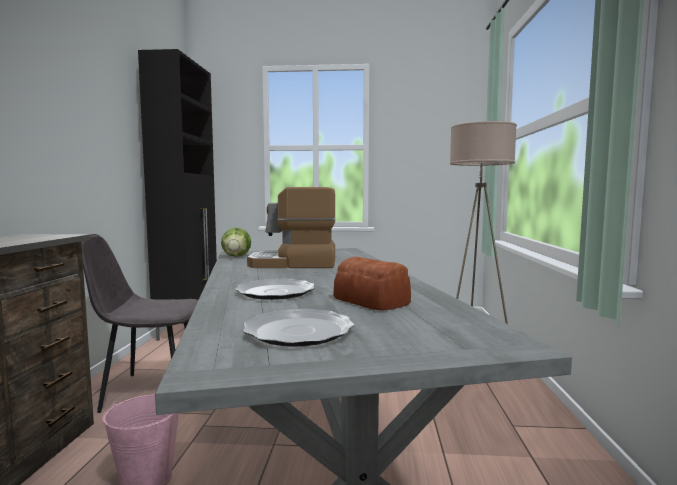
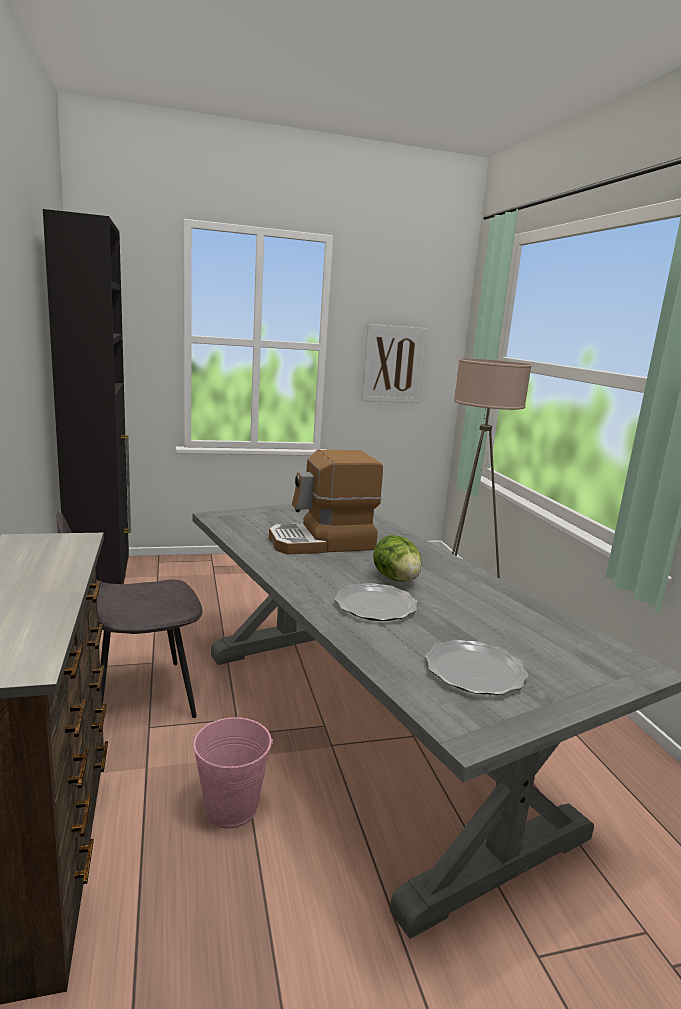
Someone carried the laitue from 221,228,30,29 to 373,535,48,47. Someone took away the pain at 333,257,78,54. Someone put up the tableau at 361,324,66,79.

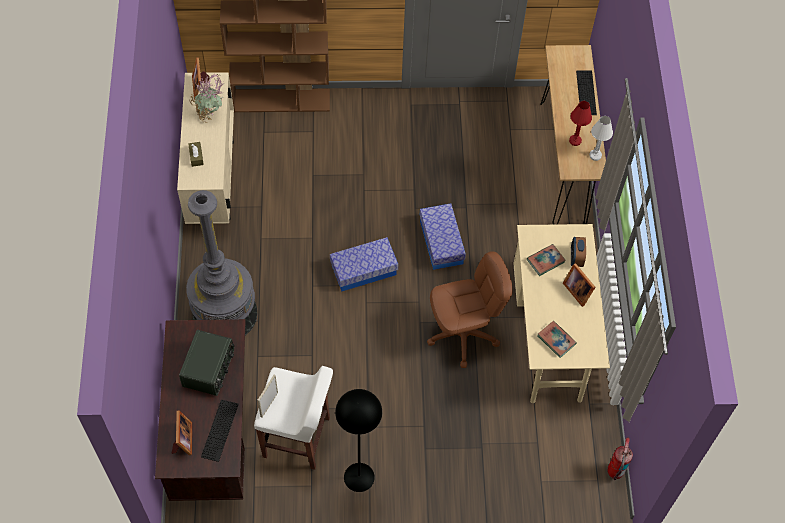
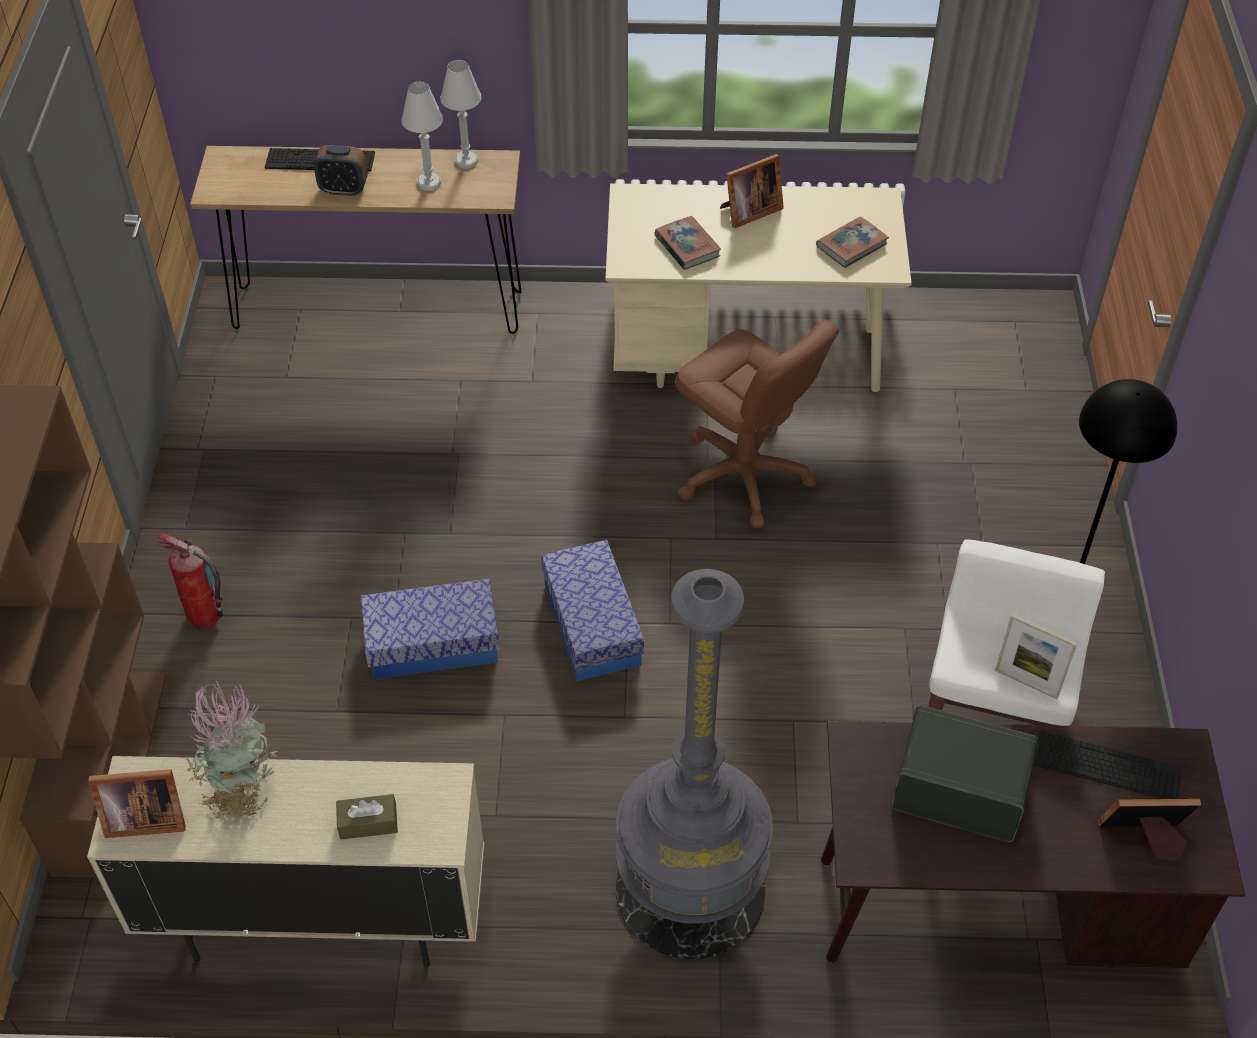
Someone carried the boîte de rangement from 420,203,46,67 to 360,579,140,100. Someone rotated the chaise de bureau (marron) at 427,251,86,117 by 150 degrees clockwise. Someone repainted the lampe de table (rouge) at 569,101,23,45, which became the lampe de table (blanc) at 401,82,42,109. Someone carried the réveil from 571,237,15,30 to 314,145,54,51. Someone carried the extincteur from 607,437,26,43 to 155,533,68,96.

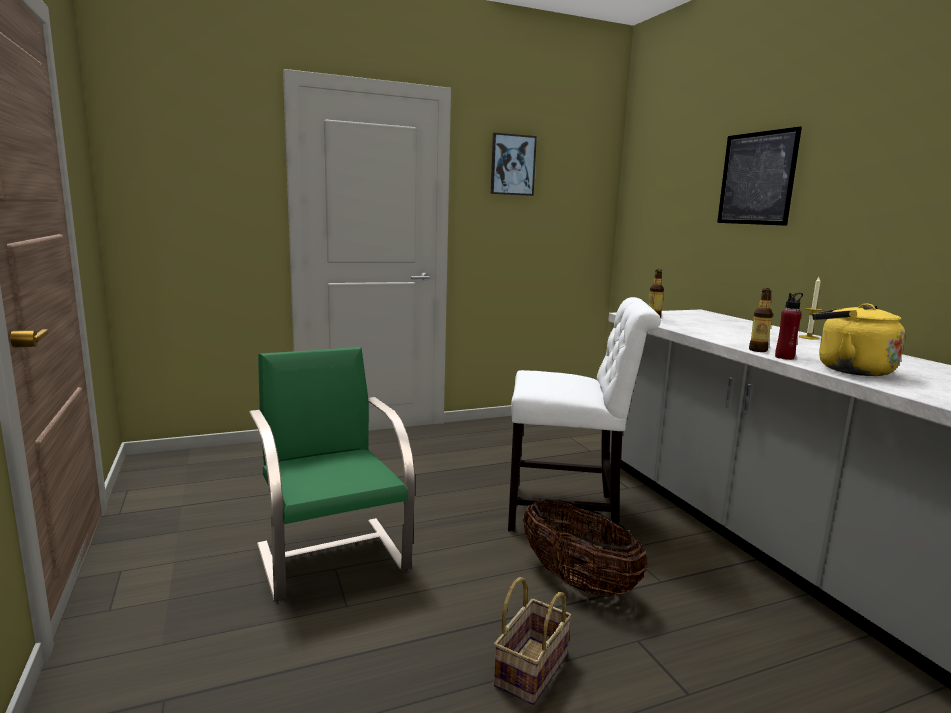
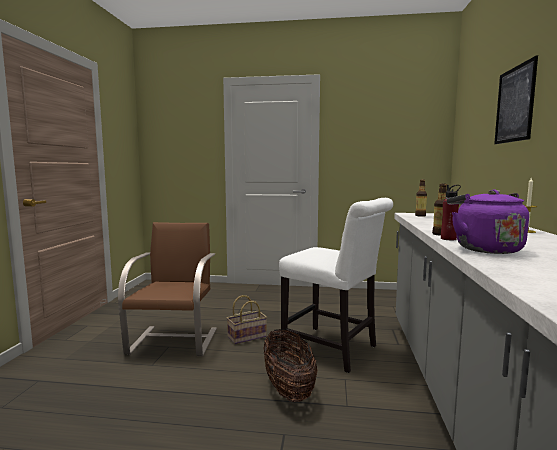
Someone repainted the chaise (vert) at 249,347,166,256, which became the chaise (marron) at 118,222,99,134. Someone took away the tableau at 491,133,46,63. Someone carried the panier from 494,577,78,128 to 227,295,40,49. Someone repainted the bouilloire (jaune) at 813,304,92,72, which became the bouilloire (violet) at 447,189,82,65.

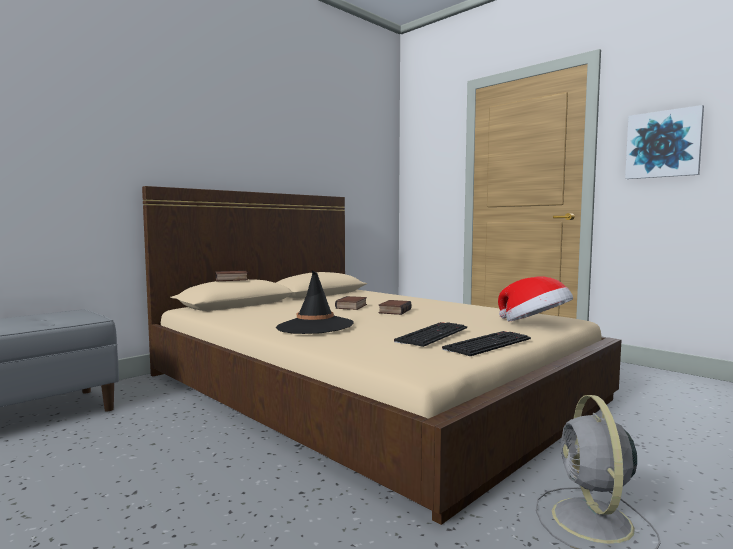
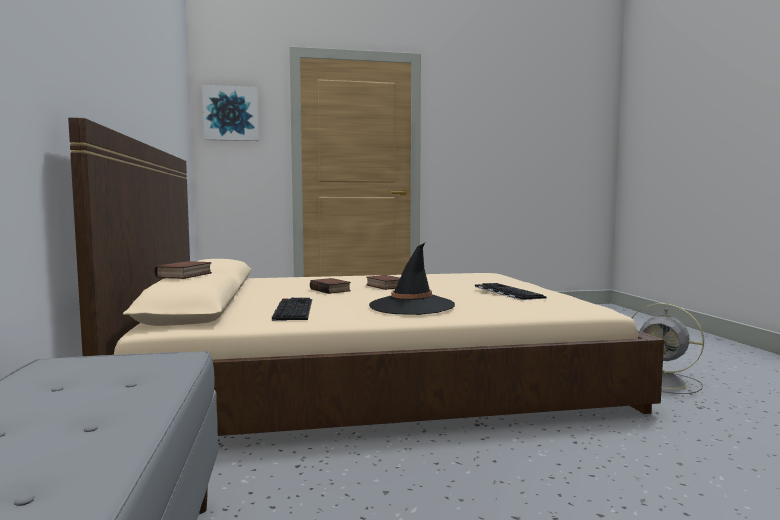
Someone carried the clavier from 442,331,89,25 to 272,298,40,23. Someone took away the chapeau at 498,277,75,45. Someone carried the tableau from 625,105,79,74 to 202,85,57,56.

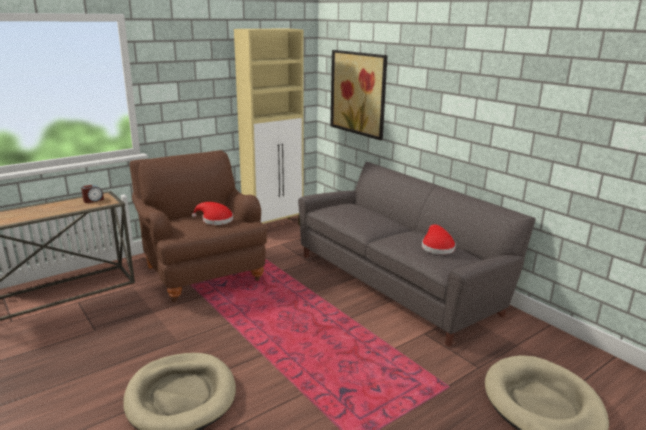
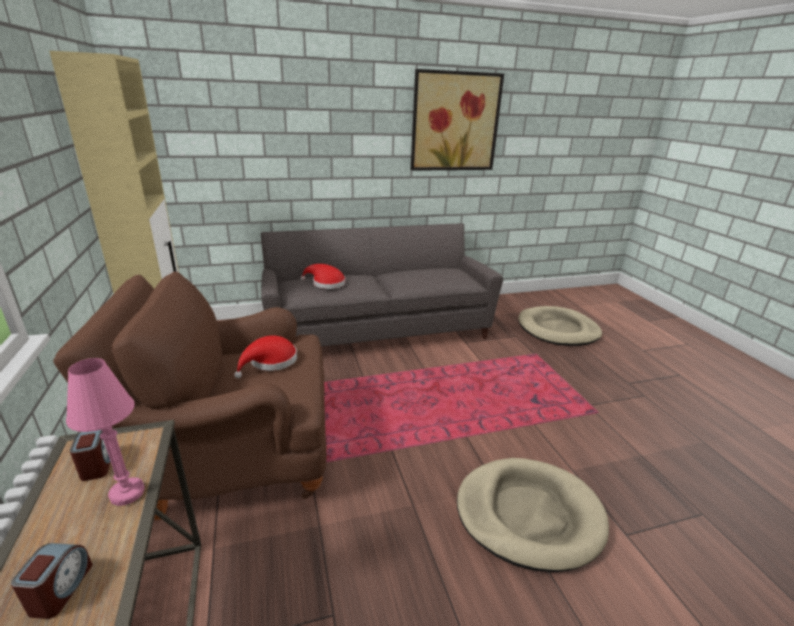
Someone carried the tableau from 330,50,58,90 to 411,69,93,102. Someone carried the chapeau (rouge) from 422,224,34,30 to 300,264,45,25. Someone put down the réveil at 11,543,82,76. Someone put down the lampe de table (rose) at 66,358,79,148.

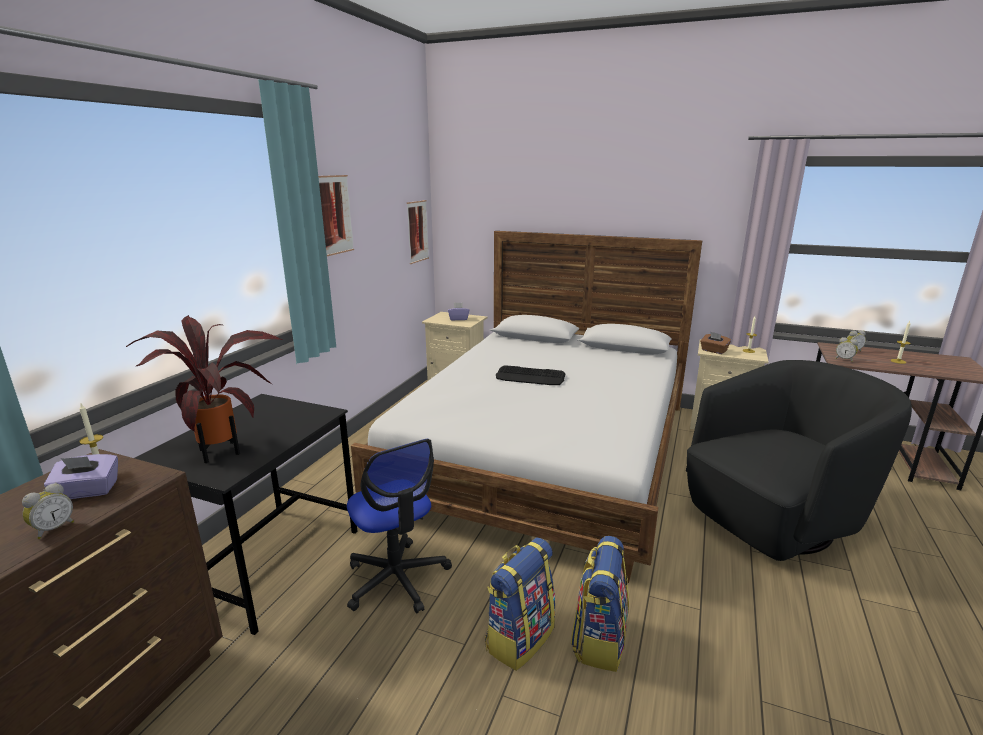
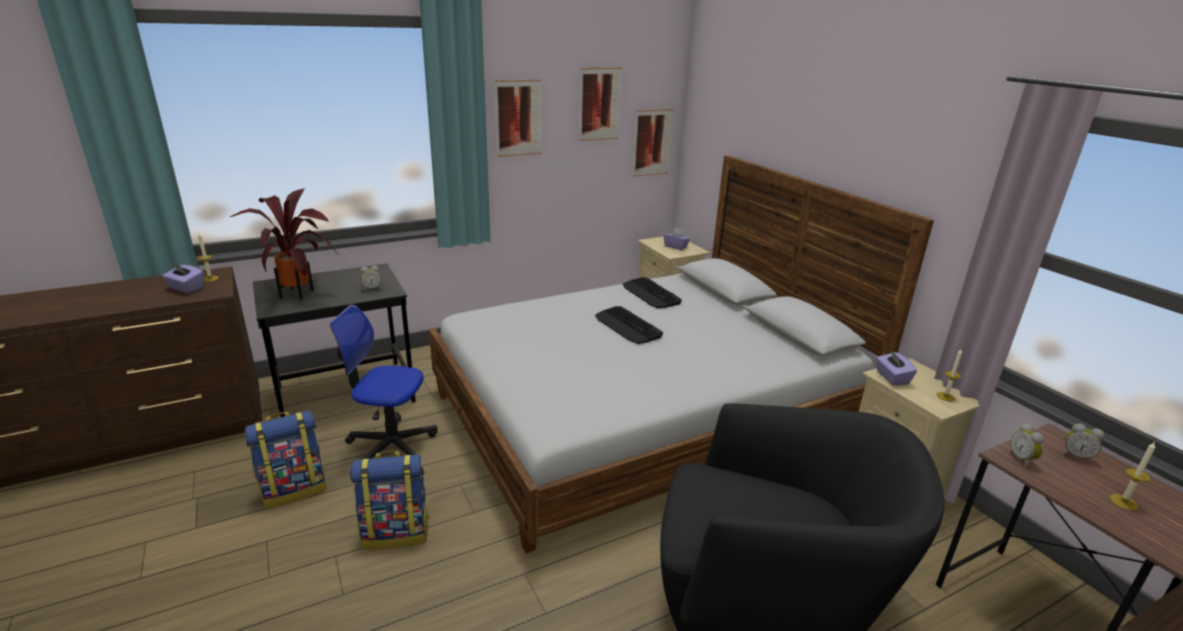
Someone carried the réveil from 22,483,52,56 to 360,266,21,25. Someone rotated the chaise de bureau at 347,439,105,174 by 90 degrees clockwise. Someone carried the sac à dos from 571,536,58,136 to 245,410,81,99. Someone repainted the boîte à mouchoirs (marron) at 700,332,31,22, which became the boîte à mouchoirs (violet) at 876,351,41,34. Someone put up the tableau at 579,67,43,74. Someone put down the clavier at 623,277,59,31.

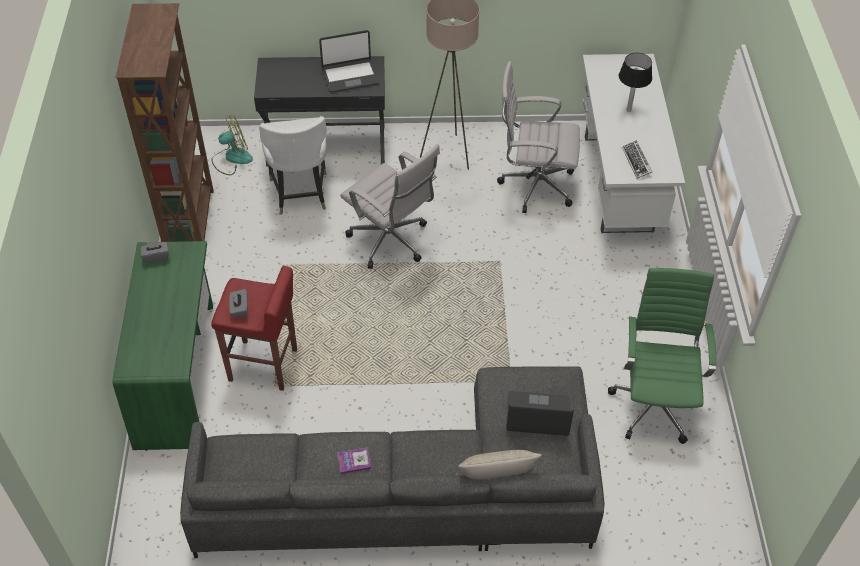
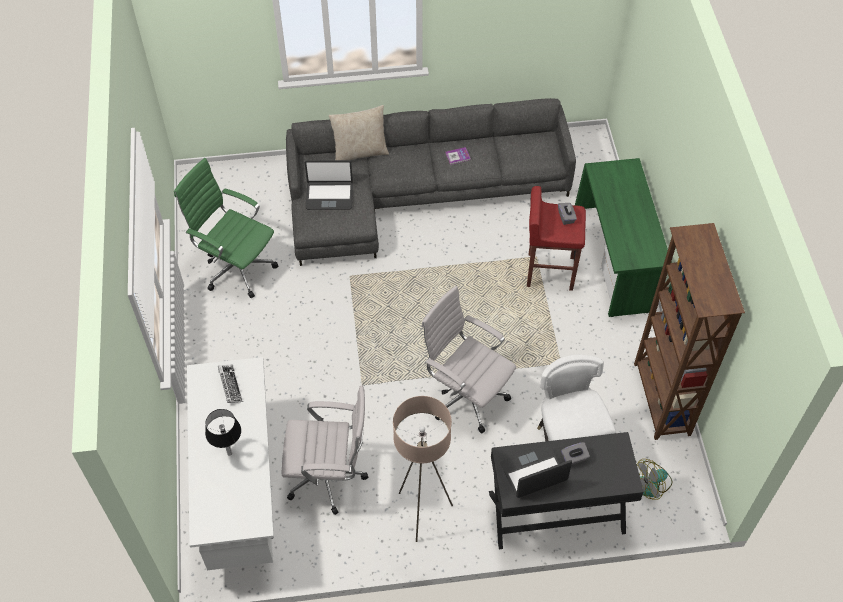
Someone carried the boîte à mouchoirs (gris) from 141,241,28,23 to 561,442,29,23. Someone rotated the chaise de bureau (vert) at 608,268,109,176 by 120 degrees clockwise.

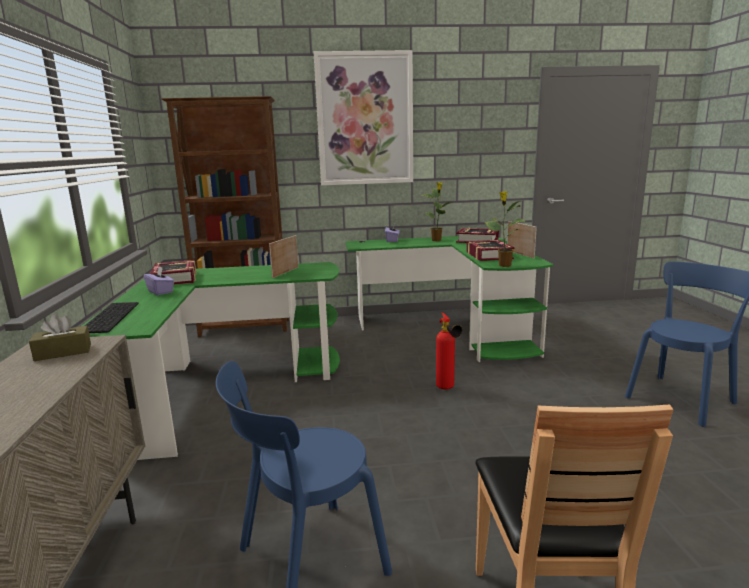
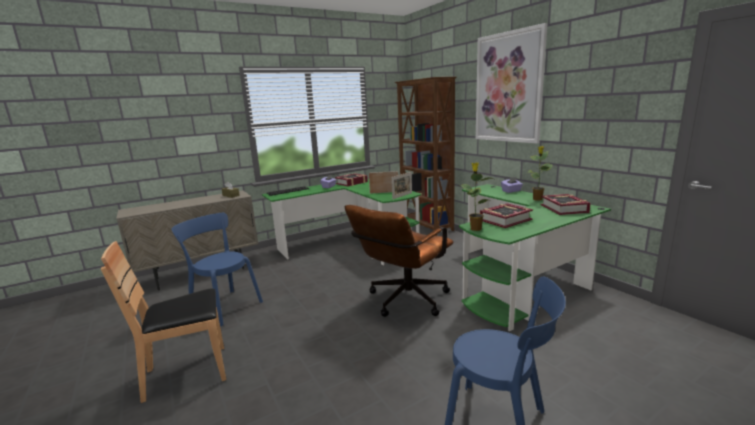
Someone swapped the extincteur at 436,313,26,77 for the chaise de bureau (marron) at 345,205,108,112. Someone carried the cadre photo from 507,221,30,38 to 392,172,20,27.

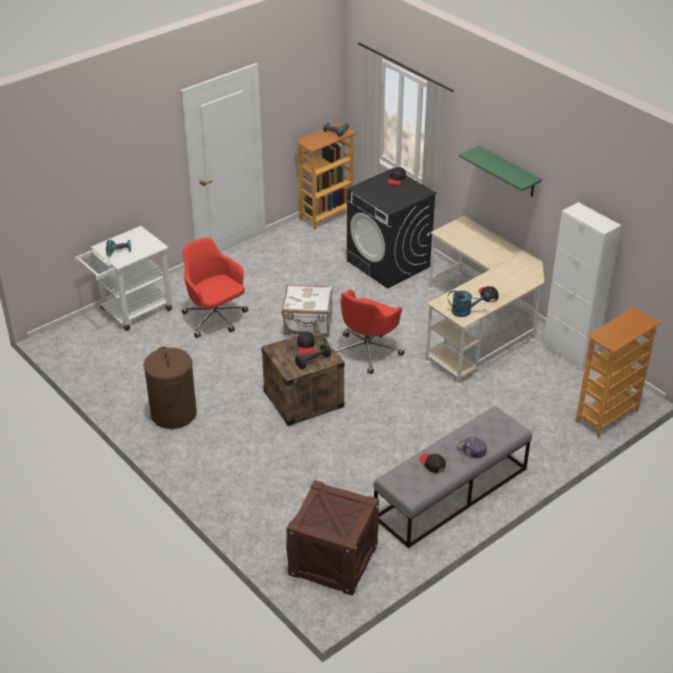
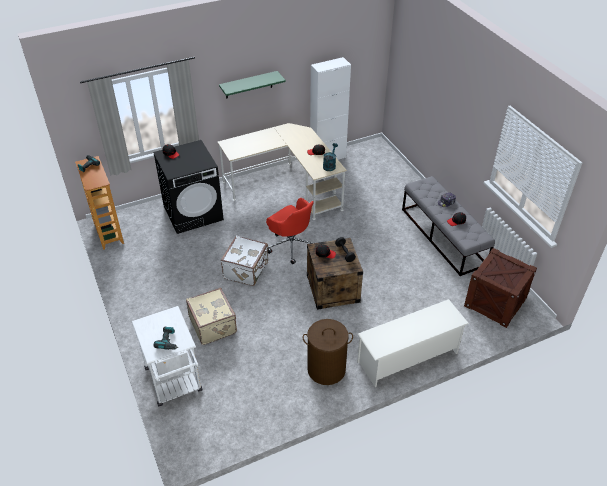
Someone swapped the chaise de bureau (rouge) at 182,238,66,100 for the valise (beige) at 186,288,51,57. Someone took away the bibliothèque at 576,307,85,131. Someone put down the étagère à chaussures (blanc) at 357,299,112,88.

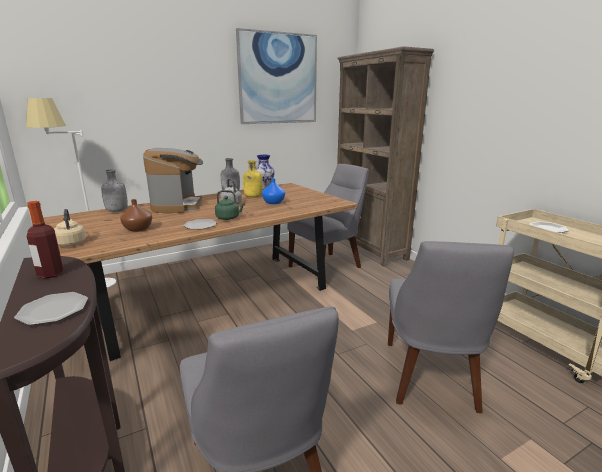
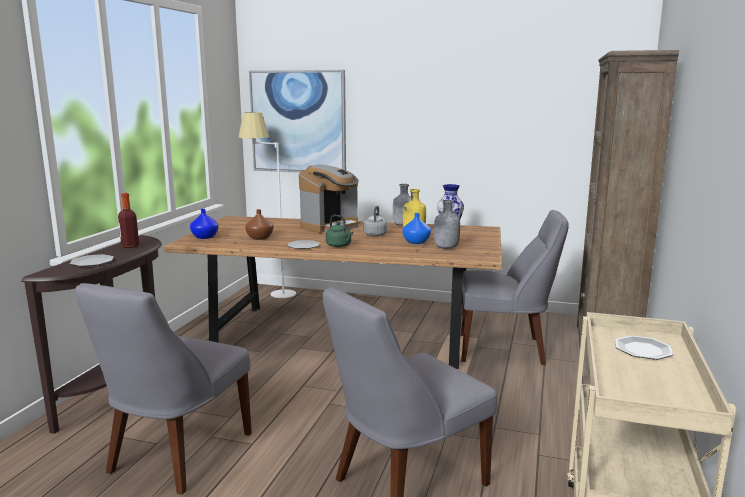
Someone swapped the bouilloire (beige) at 54,209,32,37 for the vase (bleu) at 190,209,29,30. Someone carried the bouteille (gris) from 101,169,27,43 to 434,200,26,49. Someone carried the tableau from 236,28,81,96 to 249,70,97,103.

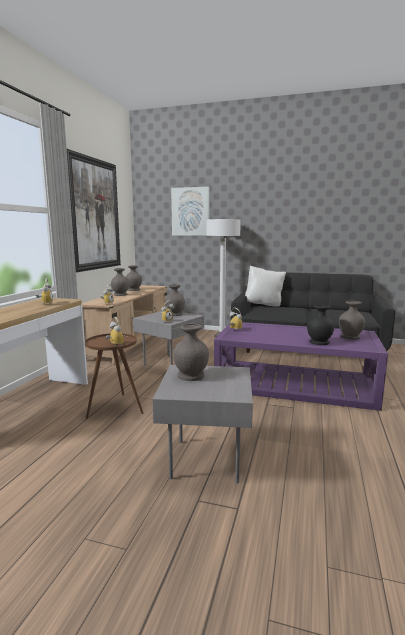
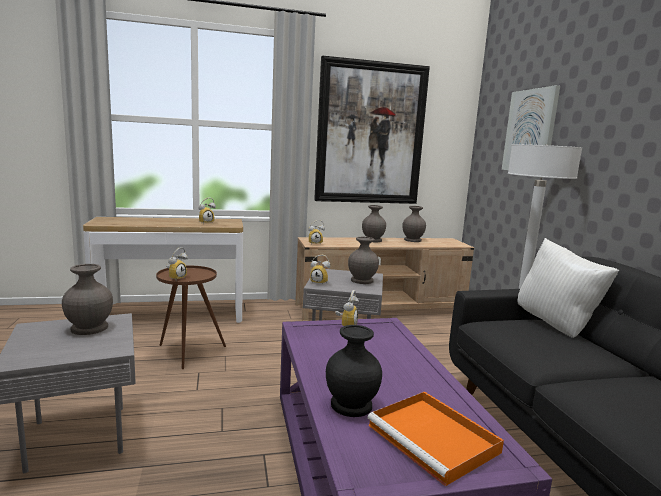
Someone swapped the vase (gris) at 339,301,26,39 for the plateau (orange) at 367,392,137,94.

